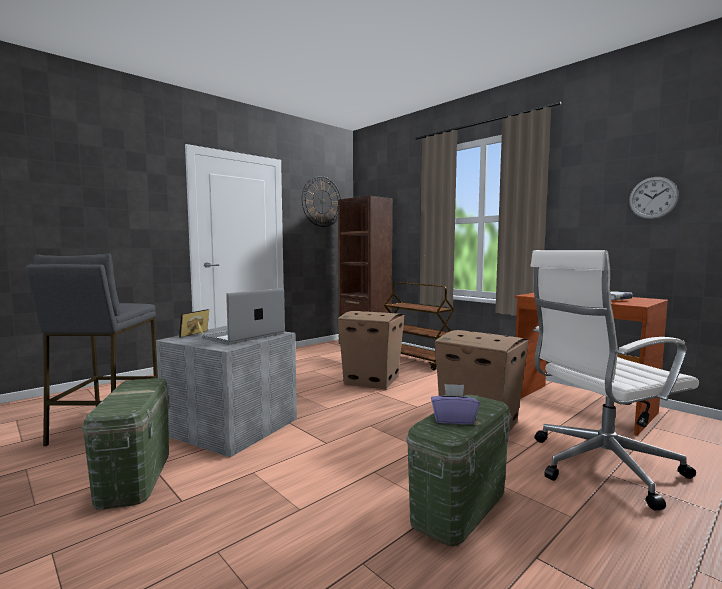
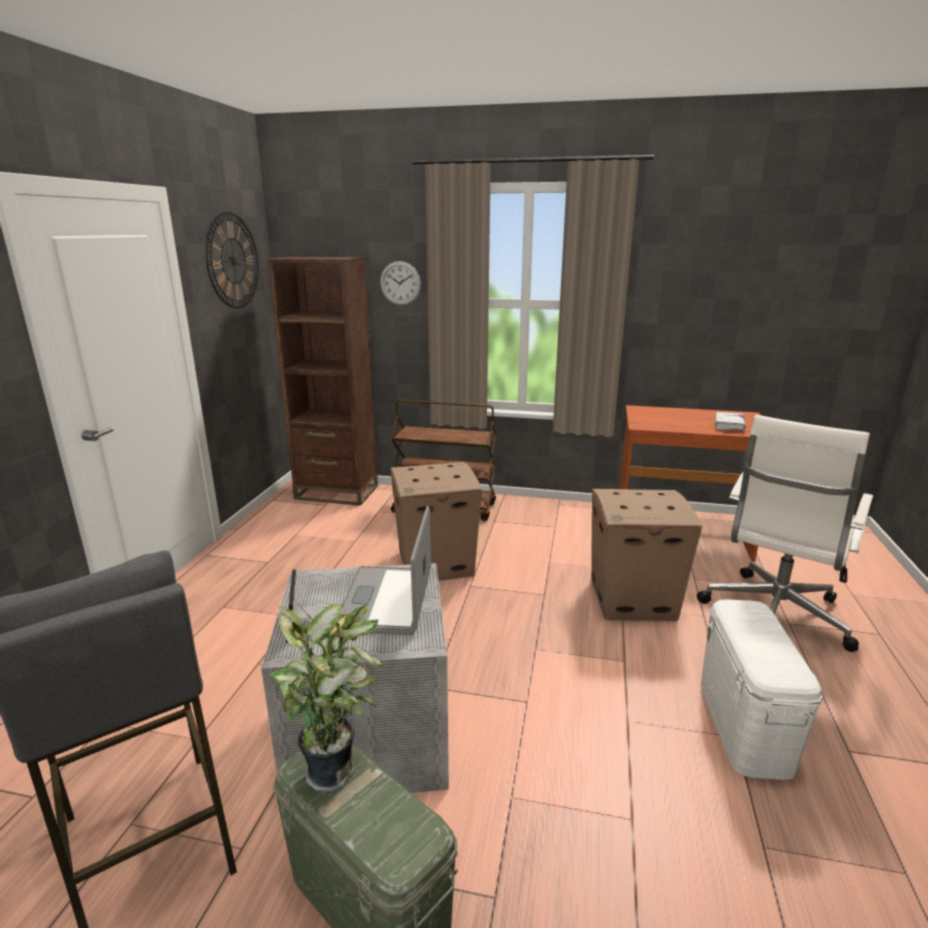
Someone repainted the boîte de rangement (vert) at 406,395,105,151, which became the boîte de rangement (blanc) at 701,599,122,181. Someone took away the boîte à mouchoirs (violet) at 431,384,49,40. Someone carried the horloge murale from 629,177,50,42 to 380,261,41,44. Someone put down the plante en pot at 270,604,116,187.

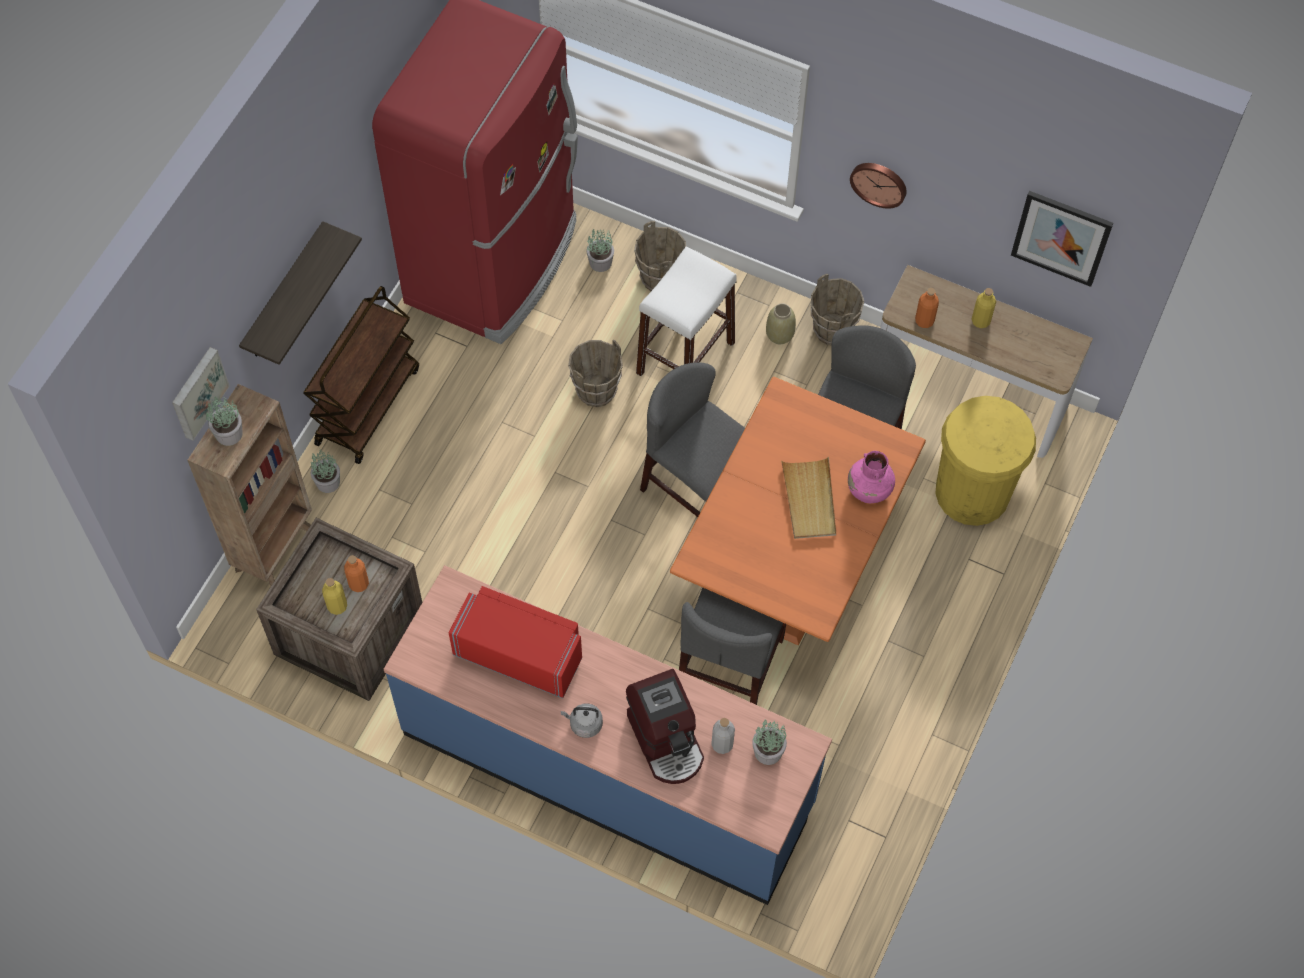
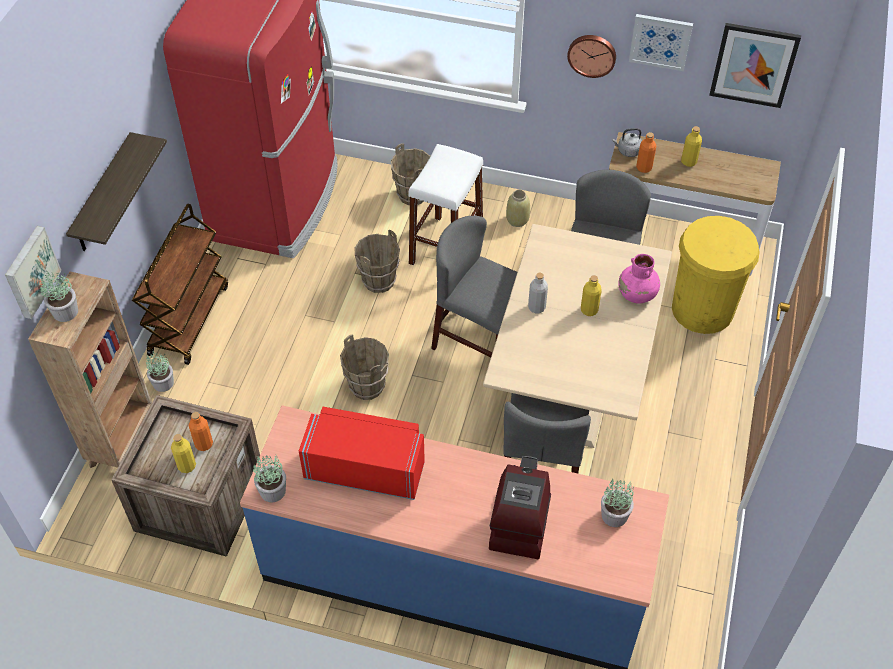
Someone carried the bouilloire (gris) from 561,703,42,35 to 612,128,30,29. Someone carried the plante en pot from 586,229,28,43 to 253,454,33,48. Someone rotated the machine à café at 626,669,78,115 by 135 degrees counterclockwise. Someone repainted the table à manger (orange) at 670,377,256,268, which became the table à manger (beige) at 483,224,189,224. Someone carried the bouteille (gris) from 711,718,24,36 to 528,273,20,40. Someone swapped the plateau (beige) at 781,457,55,82 for the bouteille (jaune) at 581,275,21,41. Someone carried the seau (marron) from 811,274,53,71 to 340,335,49,65. Someone put up the tableau at 629,14,64,57.

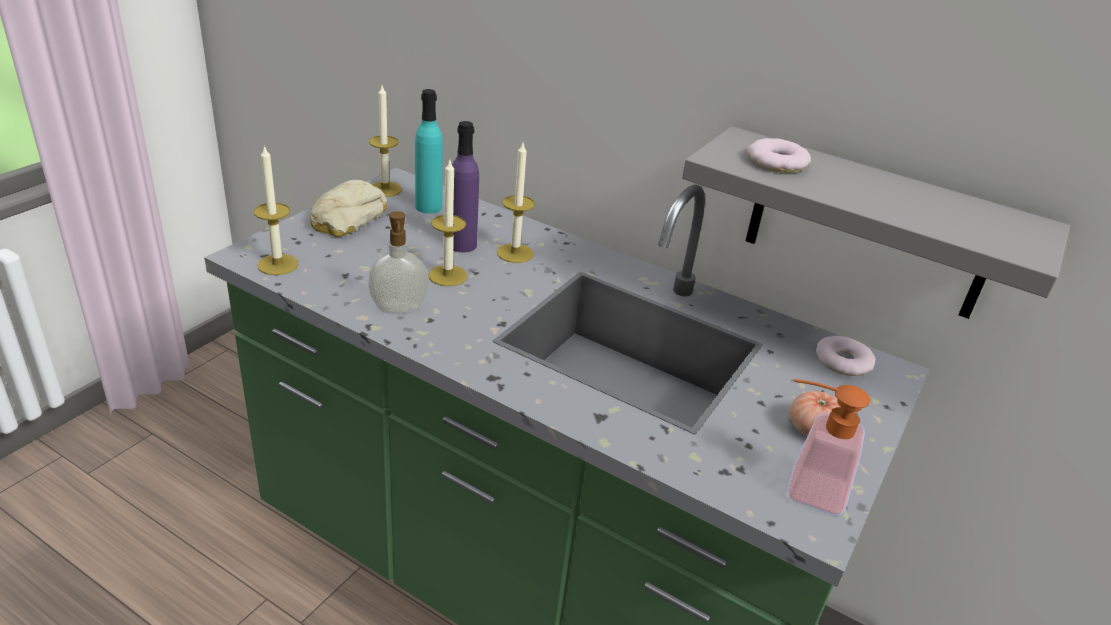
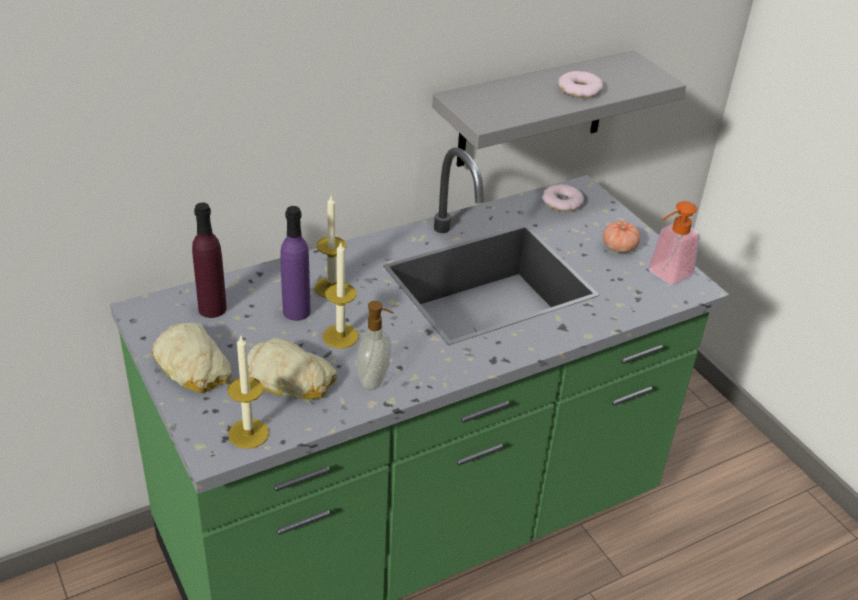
Someone took away the bougie at 369,86,33,111. Someone repainted the bouteille (turquoise) at 415,89,28,125, which became the bouteille (violet) at 192,203,35,115. Someone carried the beignet from 747,138,64,35 to 558,71,45,27. Someone put down the pain at 247,338,90,61.

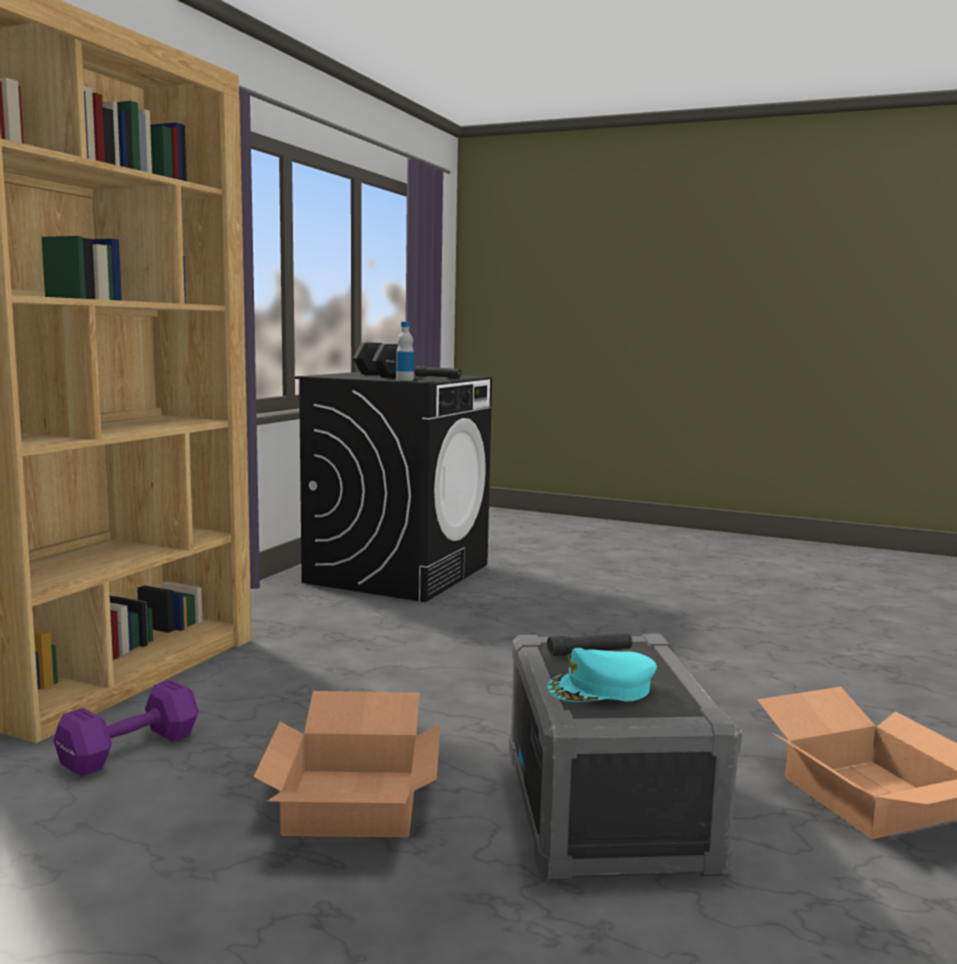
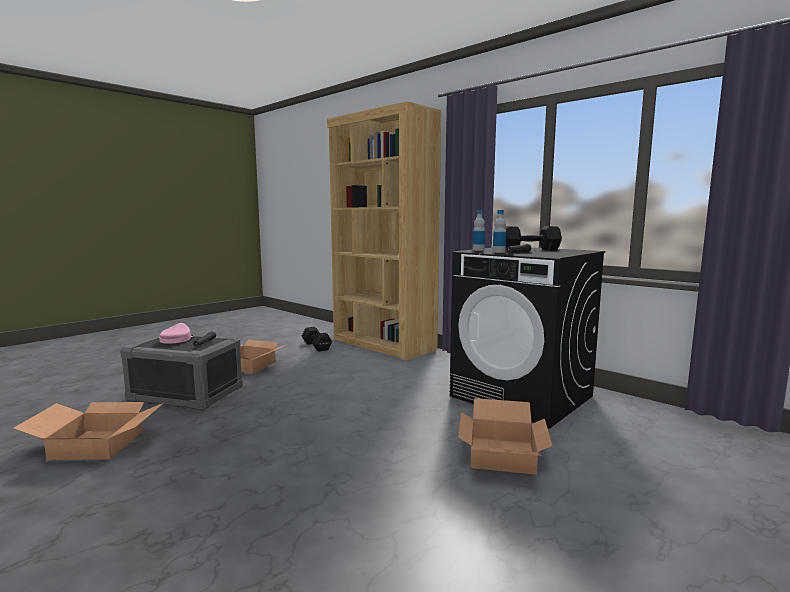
Someone repainted the haltère (violet) at 54,679,145,98, which became the haltère (noir) at 302,327,30,25. Someone repainted the casquette (turquoise) at 547,648,110,54, which became the casquette (rose) at 159,323,35,21. Someone put down the carton at 458,398,95,77. Someone put down the bouteille at 493,210,13,43.

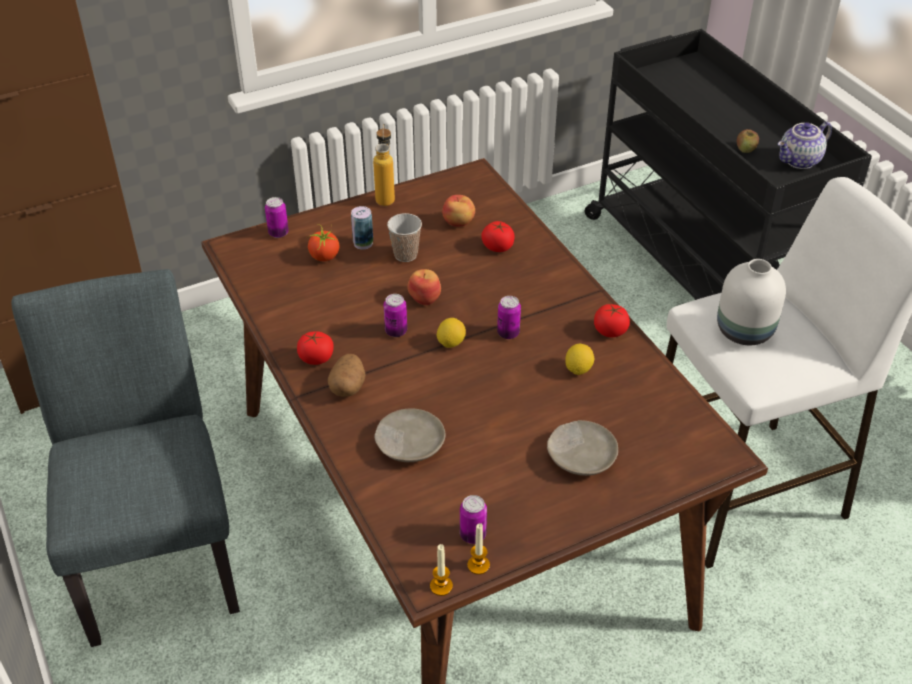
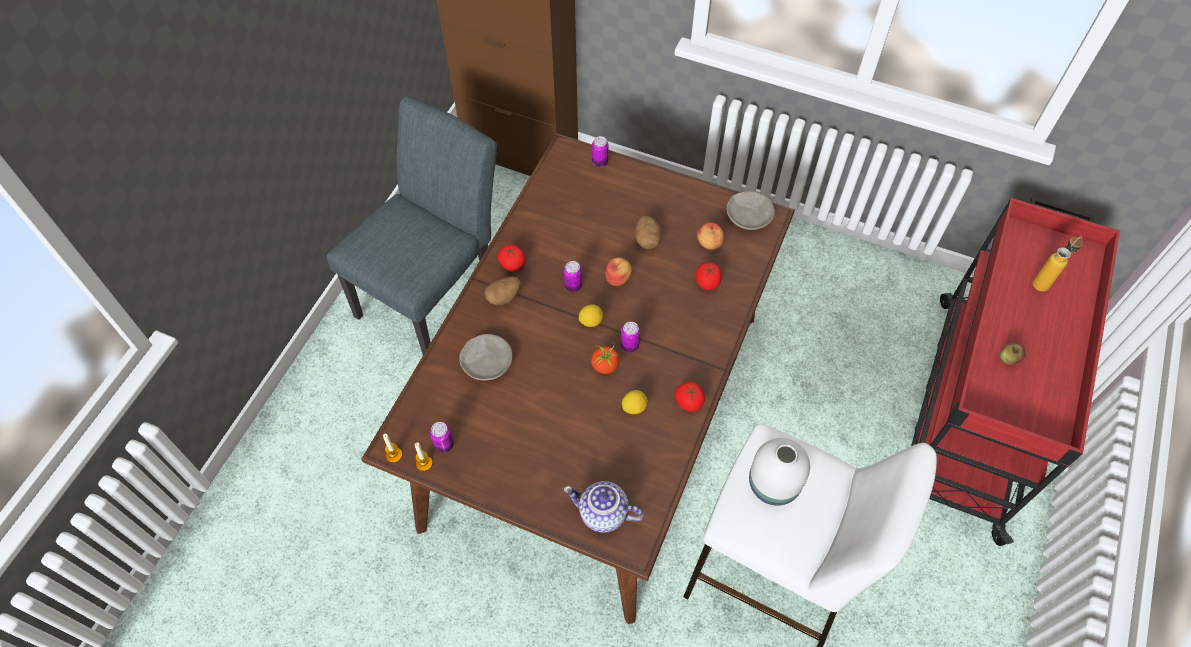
Someone carried the tomate from 307,224,32,37 to 591,342,28,32. Someone took away the boîte métallique at 351,206,22,44. Someone carried the bouteille from 373,124,22,82 to 1032,235,51,57. Someone swapped the tasse at 387,213,35,49 for the pomme de terre at 636,215,25,34. Someone carried the assiette (beige) from 547,420,71,56 to 727,191,48,39. Someone repainted the chariot (noir) at 585,29,287,271, which became the chariot (rouge) at 911,197,209,349. Someone carried the théière from 778,121,54,48 to 564,481,80,52.

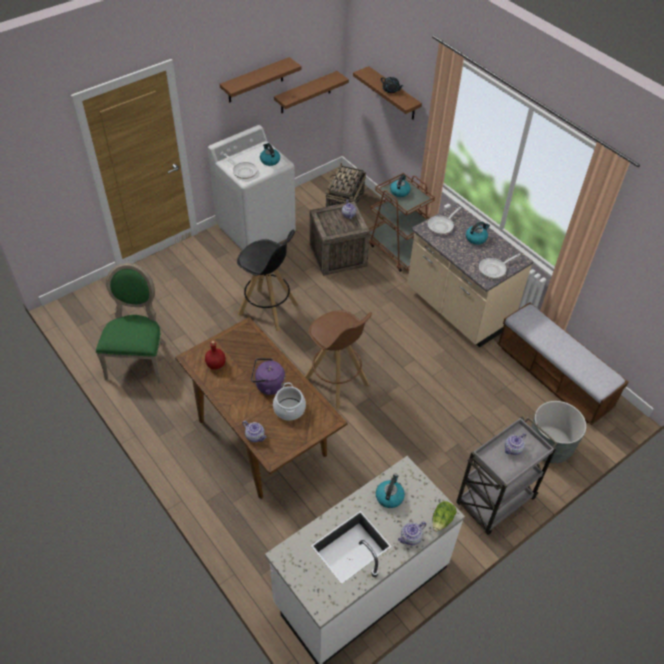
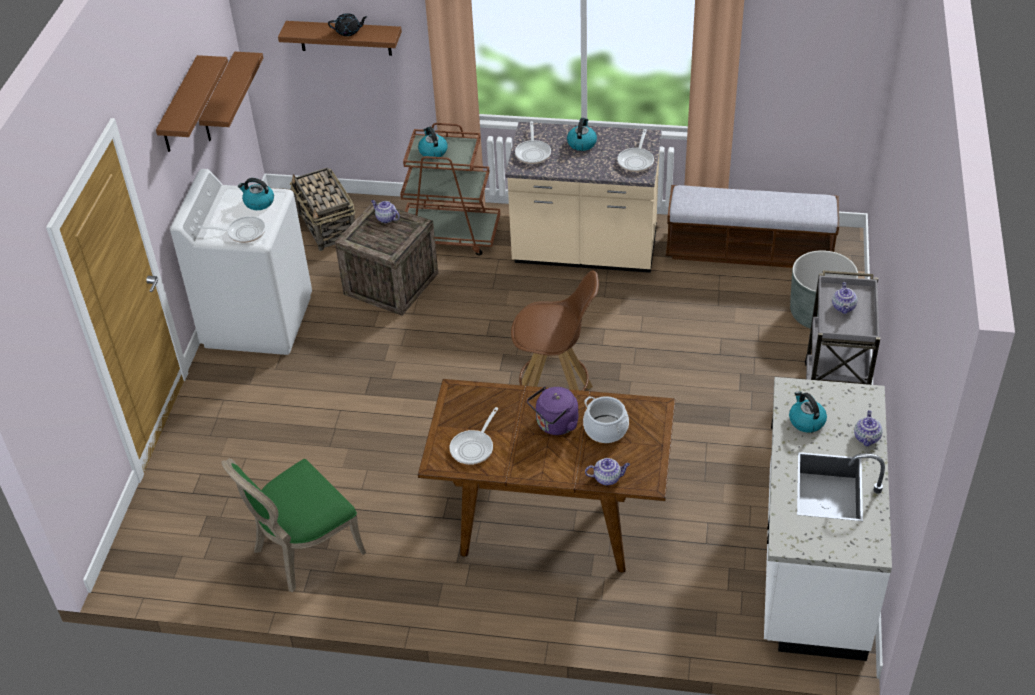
Someone rotated the chaise (vert) at 96,263,69,121 by 90 degrees counterclockwise. Someone swapped the bouteille (rouge) at 205,341,21,28 for the poêle at 450,407,49,58. Someone took away the tabouret (noir) at 237,230,61,101. Someone took away the laitue at 433,501,24,31.

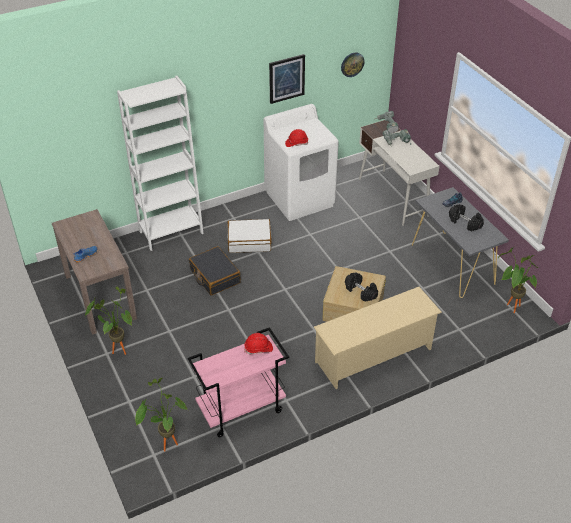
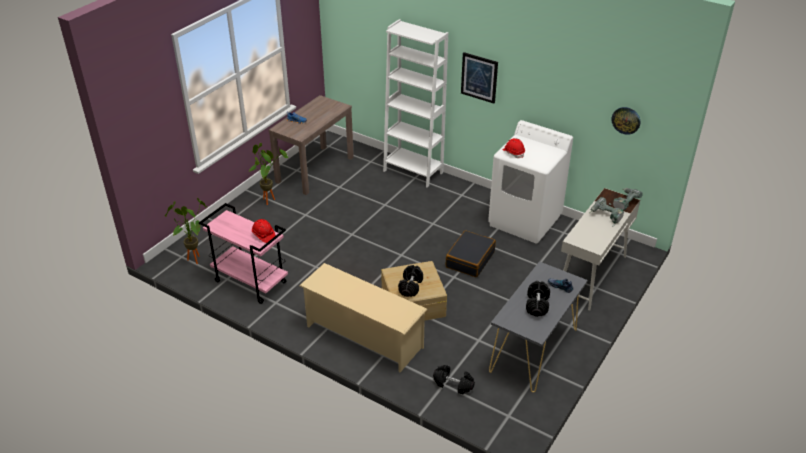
Someone carried the valise (noir) from 189,246,52,49 to 446,230,50,47. Someone took away the valise (blanc) at 227,219,45,34. Someone carried the tableau from 269,54,36,50 to 461,52,37,51. Someone took away the plante en pot at 498,247,40,66. Someone put down the haltère (noir) at 433,365,42,29.

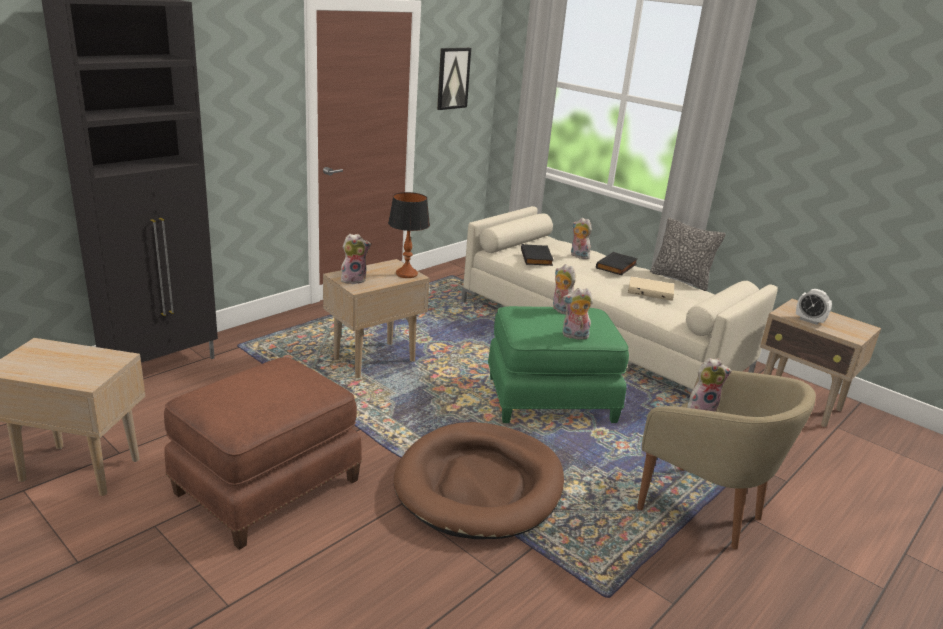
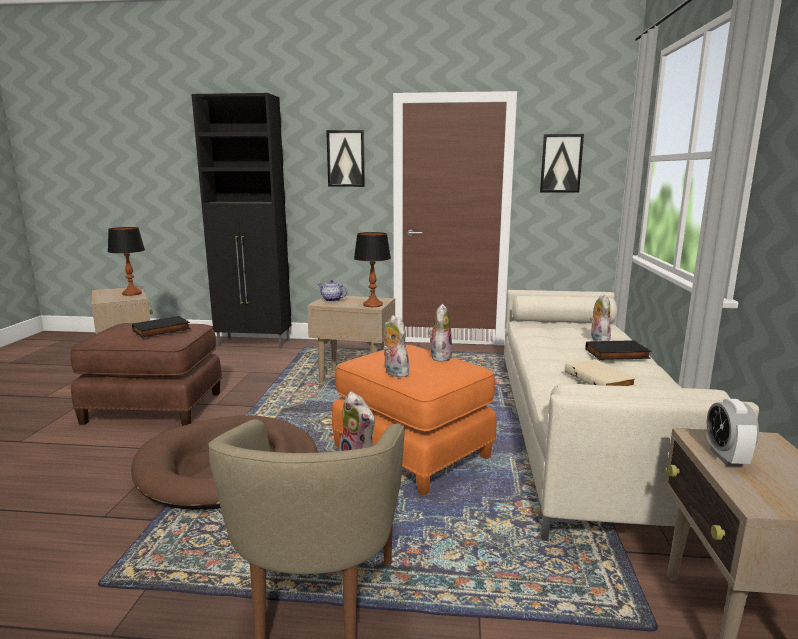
Someone swapped the peluche at 341,234,30,50 for the théière at 318,280,29,22. Someone repainted the pouf (vert) at 488,306,141,117, which became the pouf (orange) at 332,345,165,151. Someone carried the livre (noir) from 521,244,32,22 to 132,316,59,22. Someone took away the coussin at 650,218,76,73. Someone put down the lampe de table at 108,227,37,69. Someone put up the tableau at 326,130,39,57.

